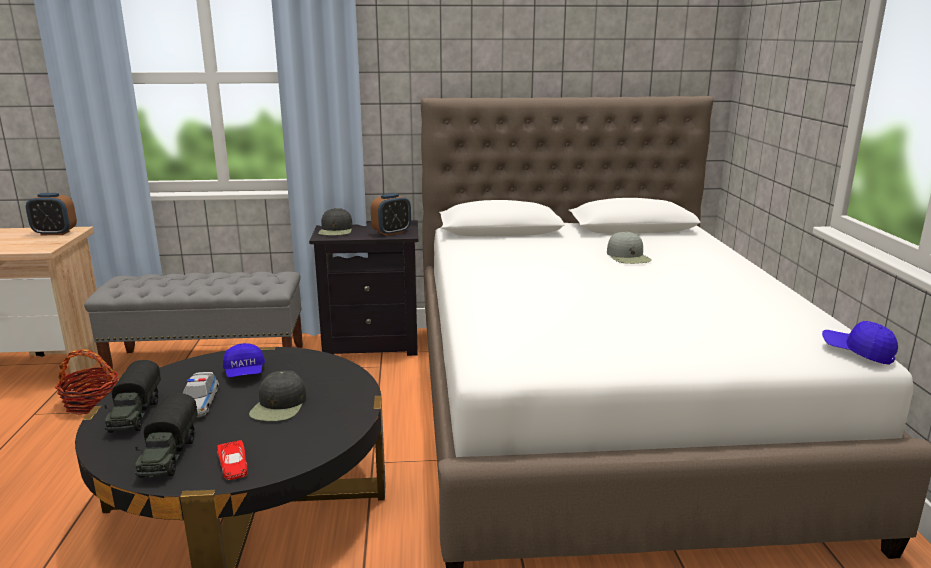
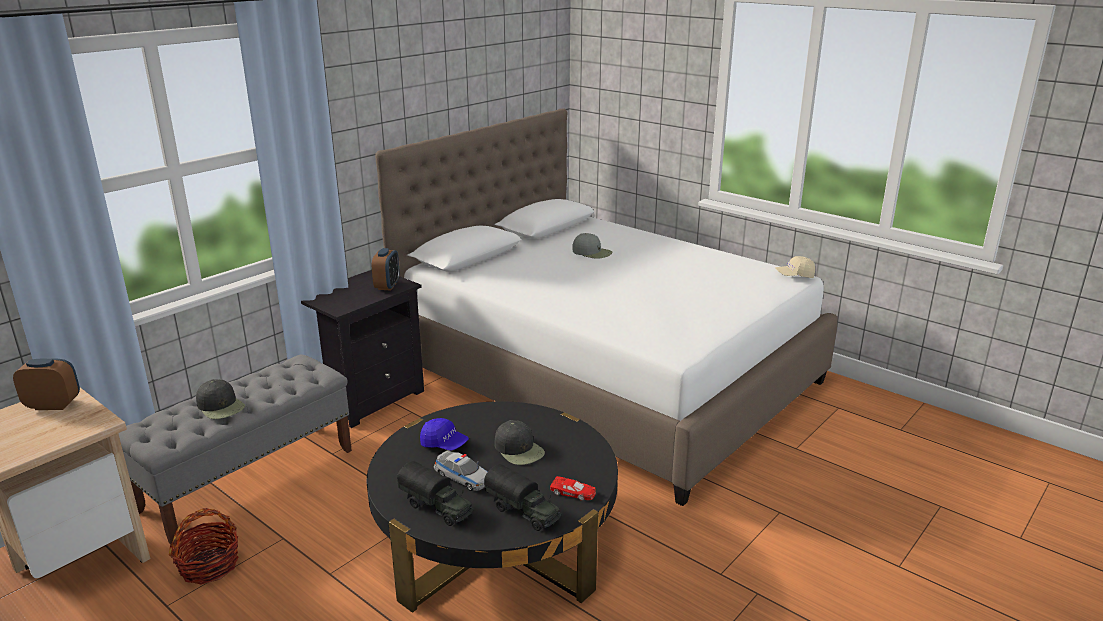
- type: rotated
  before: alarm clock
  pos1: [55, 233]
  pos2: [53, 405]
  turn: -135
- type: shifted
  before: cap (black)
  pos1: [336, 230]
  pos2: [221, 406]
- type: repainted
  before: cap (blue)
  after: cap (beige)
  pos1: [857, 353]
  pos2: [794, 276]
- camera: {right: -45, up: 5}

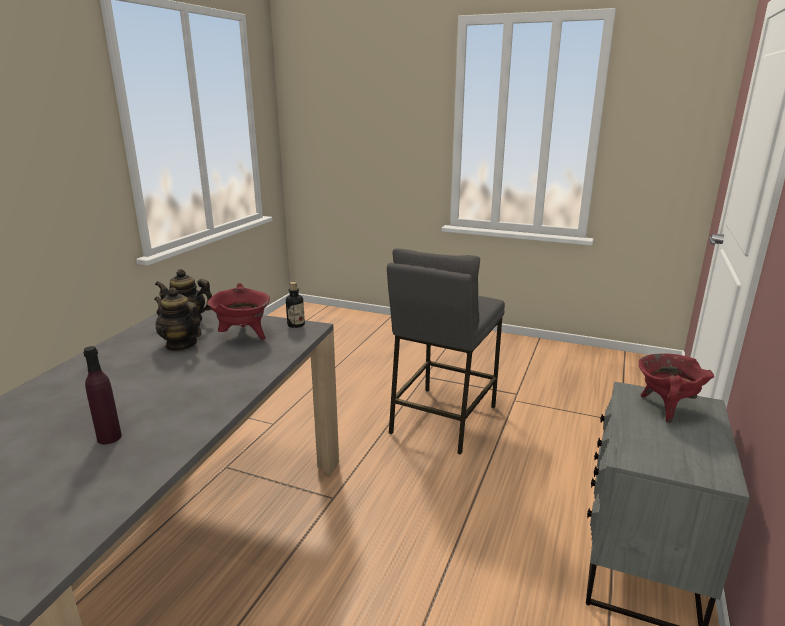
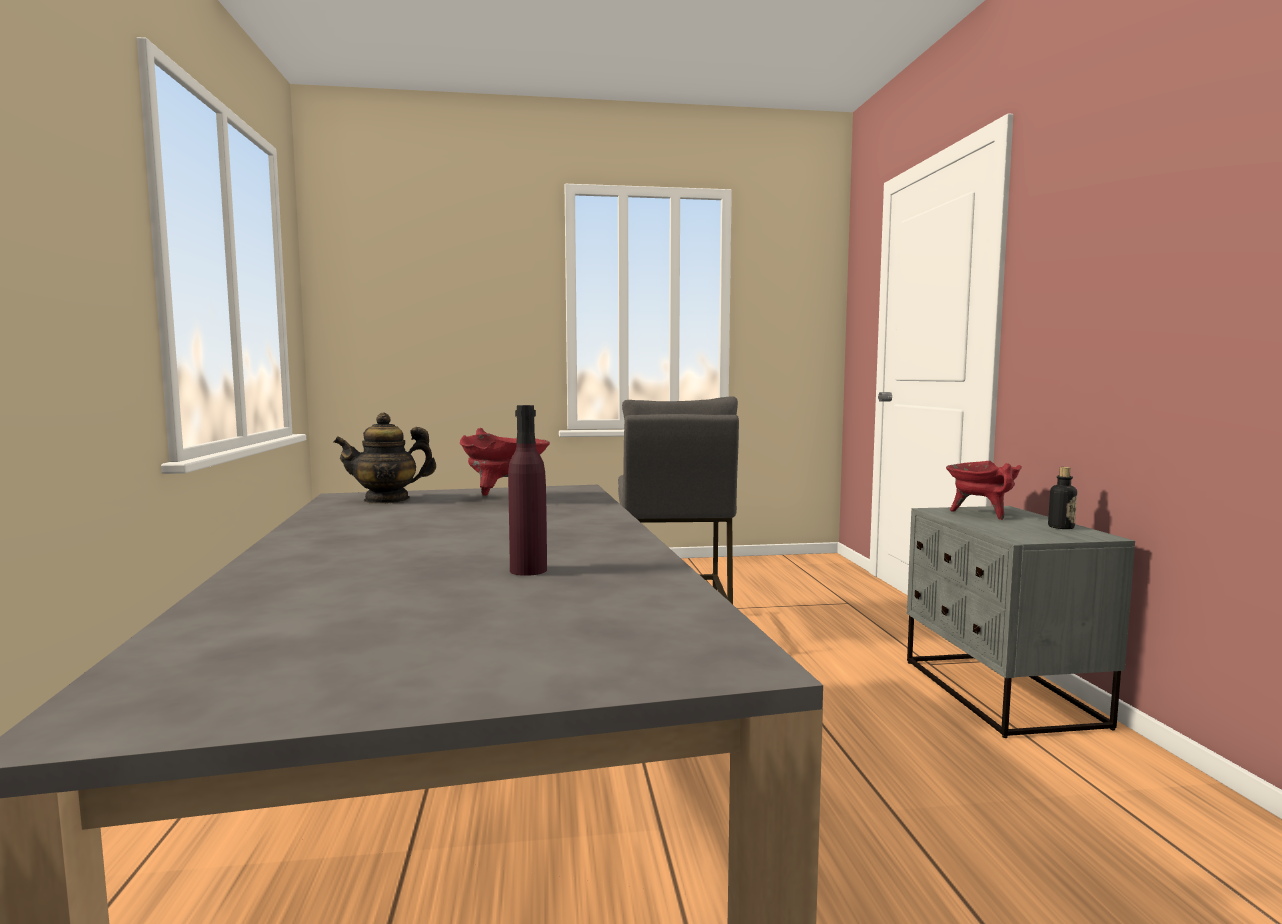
- type: gone
  before: teapot
  pos1: [181, 344]
- type: shifted
  before: bottle
  pos1: [296, 325]
  pos2: [1061, 527]
- camera: {right: -30, up: -15}

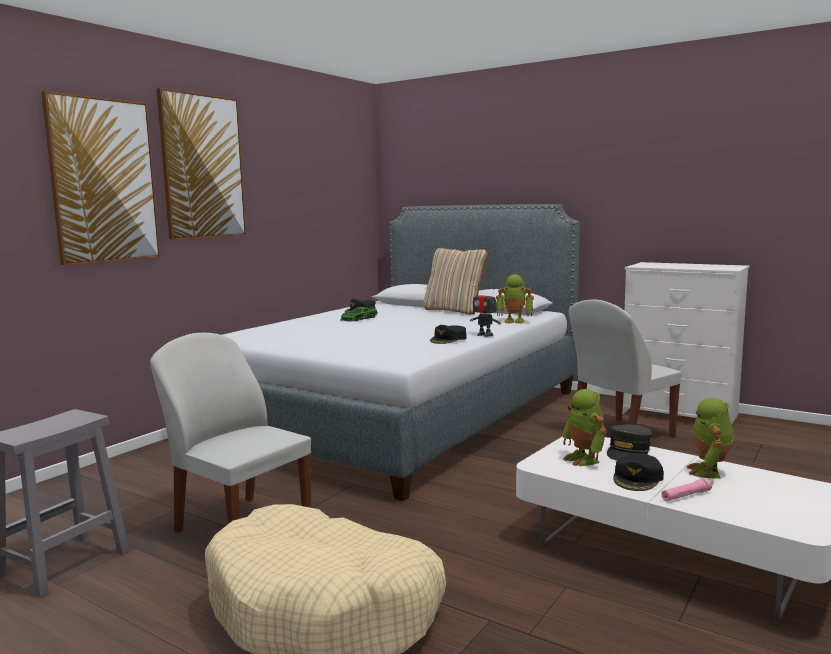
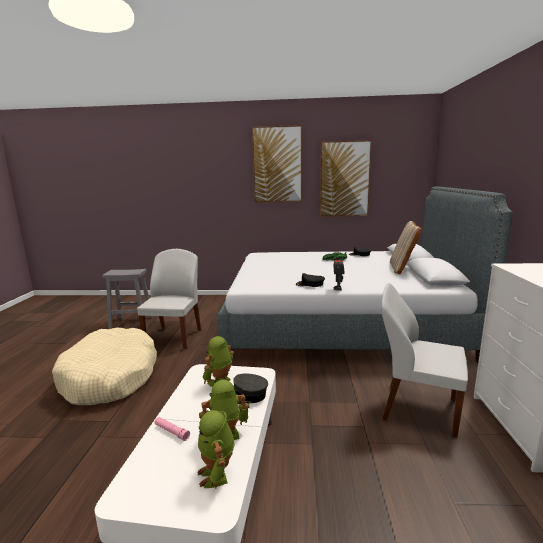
- type: shifted
  before: picture
  pos1: [103, 181]
  pos2: [344, 179]
- type: shifted
  before: toy robot
  pos1: [514, 321]
  pos2: [217, 474]
- type: gone
  before: cap (black)
  pos1: [638, 478]
- camera: {right: 60, up: 5}

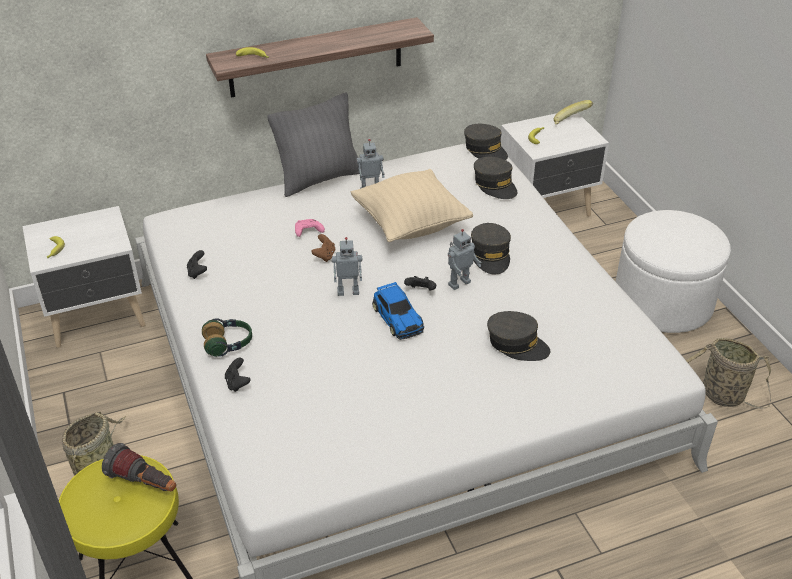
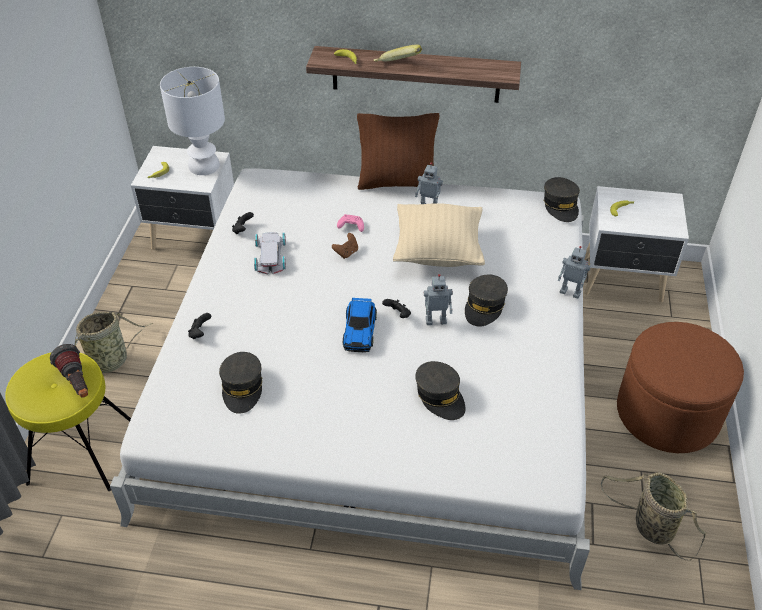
- type: gone
  before: headphones
  pos1: [228, 344]
- type: repainted
  before: pillow (grey)
  after: pillow (brown)
  pos1: [319, 179]
  pos2: [397, 183]
- type: shifted
  before: toy robot
  pos1: [348, 291]
  pos2: [570, 292]
- type: shifted
  before: cap (grey)
  pos1: [495, 185]
  pos2: [242, 388]
- type: shifted
  before: banana
  pos1: [570, 123]
  pos2: [397, 65]
- type: repainted
  before: ottoman (white)
  after: ottoman (brown)
  pos1: [662, 302]
  pos2: [667, 413]
- type: new
  after: table lamp (white)
  pos2: [204, 166]
- type: new
  after: toy car (white)
  pos2: [271, 255]
- camera: {right: 30, up: 5}

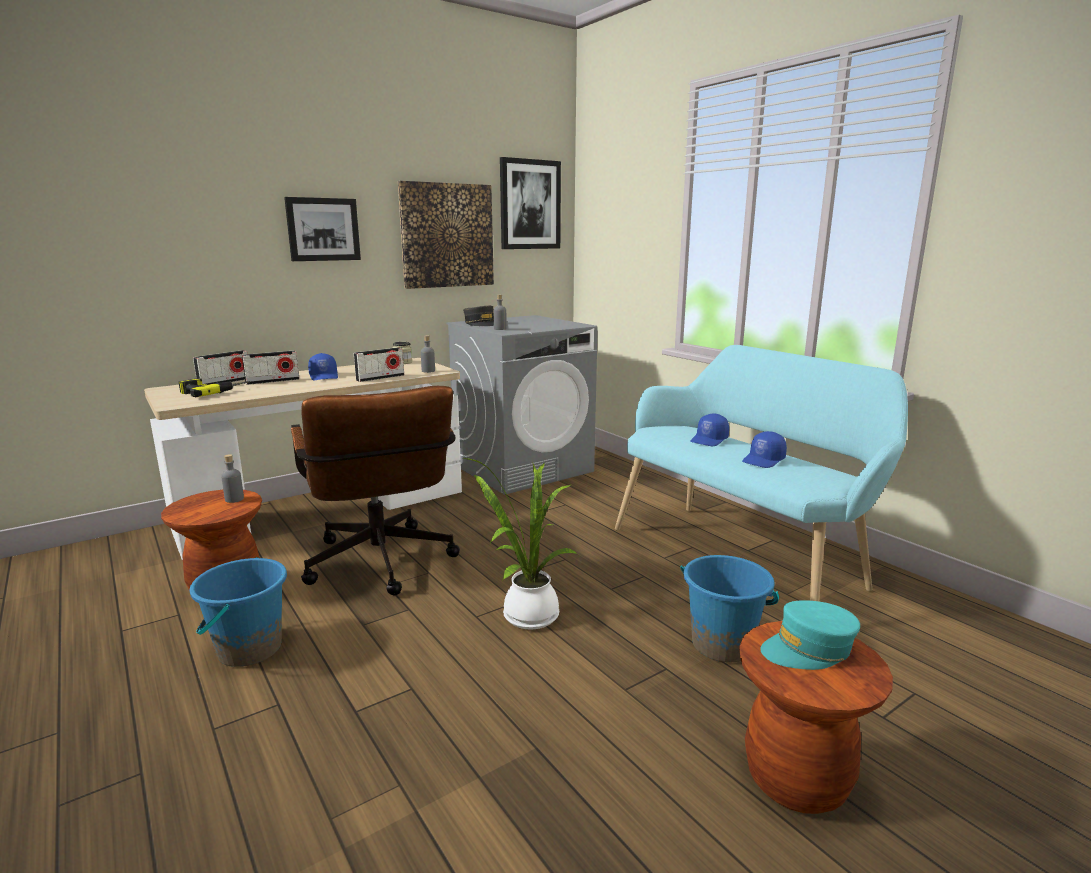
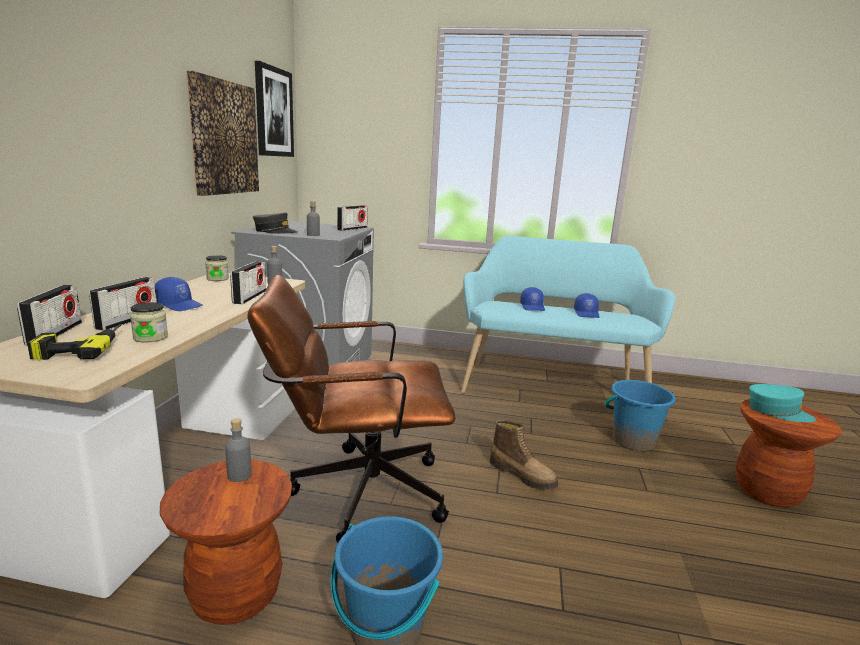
- type: gone
  before: picture
  pos1: [323, 229]
- type: rotated
  before: office chair (brown)
  pos1: [382, 567]
  pos2: [355, 491]
  turn: 150
- type: swapped
  before: potted plant
  after: boot
  pos1: [526, 615]
  pos2: [523, 475]
- type: rotated
  before: cap (turquoise)
  pos1: [808, 649]
  pos2: [777, 411]
  turn: -90
- type: new
  after: jar
  pos2: [150, 337]
- type: new
  after: radio
  pos2: [352, 229]
- camera: {right: -45, up: 0}

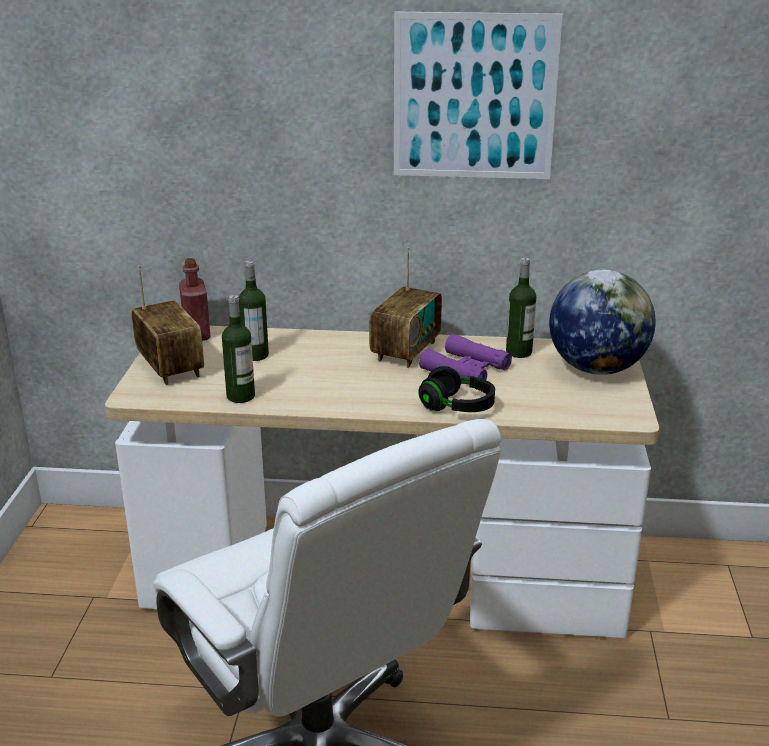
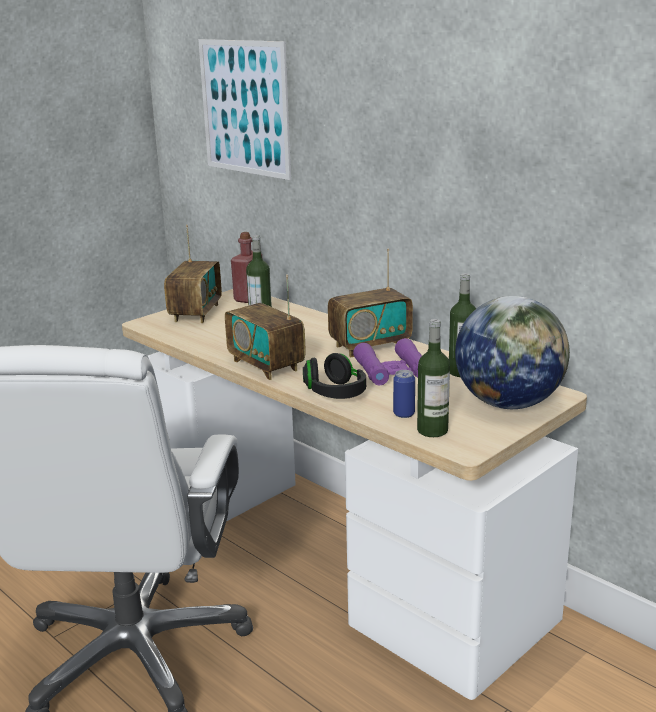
- type: shifted
  before: bottle
  pos1: [240, 396]
  pos2: [432, 430]
- type: shifted
  before: picture
  pos1: [474, 97]
  pos2: [244, 108]
- type: new
  after: radio
  pos2: [266, 365]
- type: new
  after: can
  pos2: [404, 414]
- camera: {right: 40, up: -5}

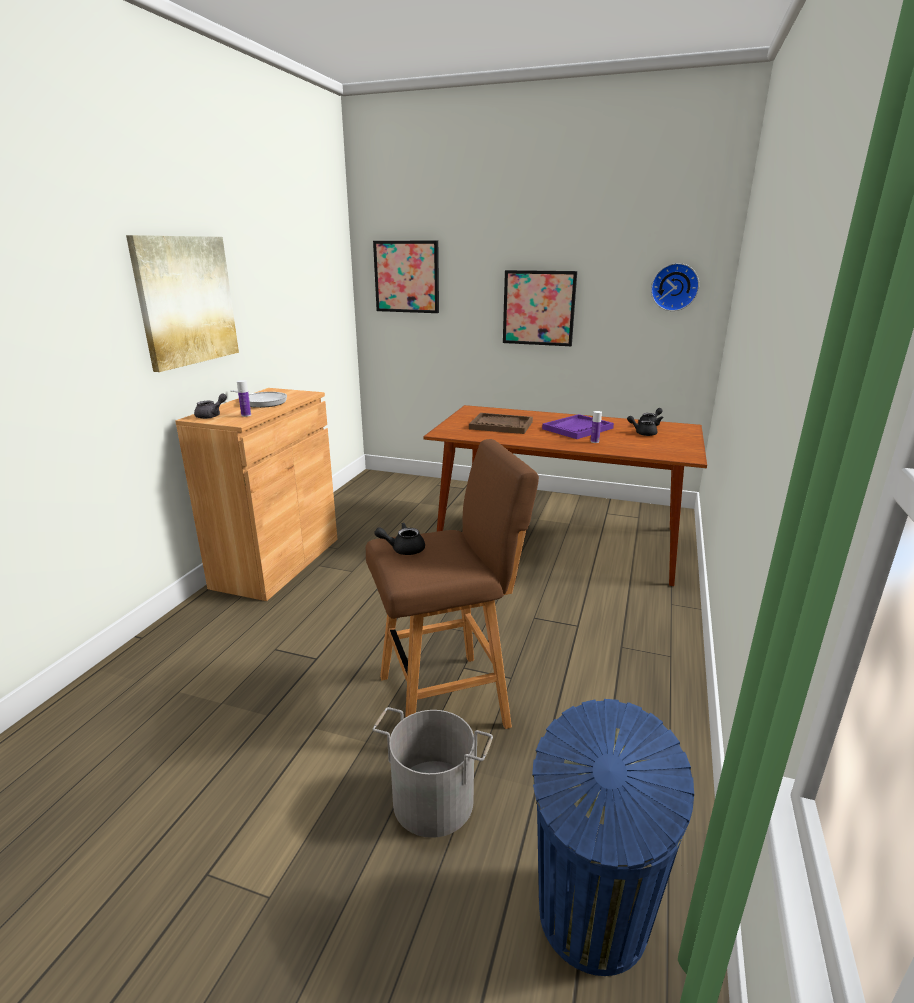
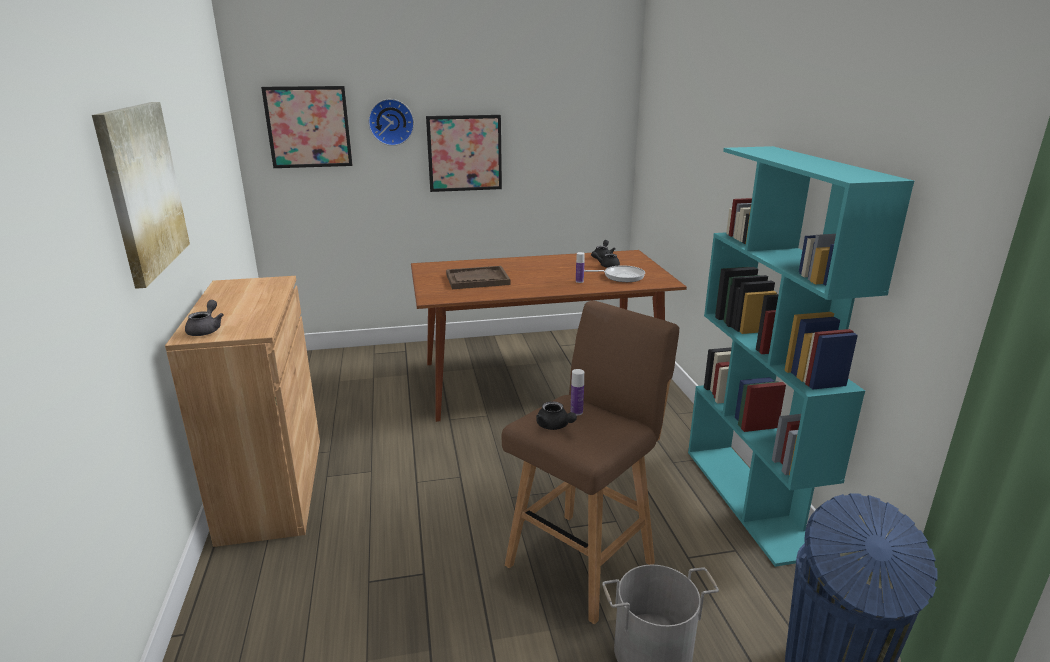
- type: shifted
  before: frying pan
  pos1: [262, 402]
  pos2: [621, 276]
- type: shifted
  before: bottle
  pos1: [246, 415]
  pos2: [576, 412]
- type: rotated
  before: teapot (black)
  pos1: [403, 549]
  pos2: [555, 426]
  turn: -90
- type: gone
  before: tray (purple)
  pos1: [577, 428]
- type: shifted
  before: wall clock
  pos1: [674, 287]
  pos2: [391, 122]
- type: new
  after: bookcase (turquoise)
  pos2: [750, 500]
- camera: {right: -30, up: 0}

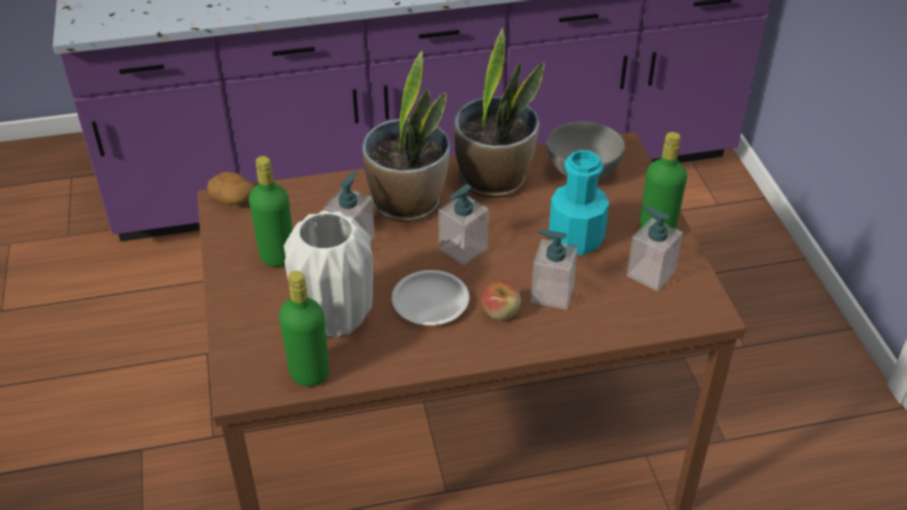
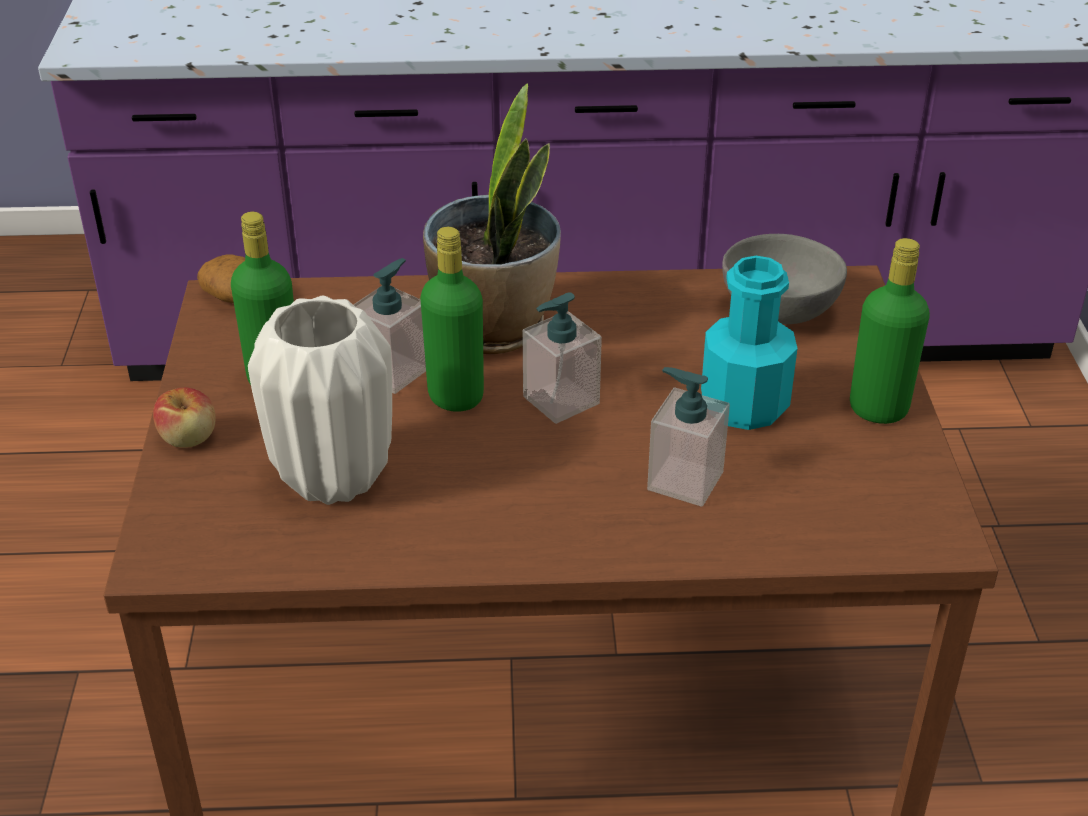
- type: shifted
  before: bottle (green)
  pos1: [309, 373]
  pos2: [456, 397]
- type: gone
  before: plate (white)
  pos1: [431, 302]
- type: gone
  before: potted plant
  pos1: [494, 179]
- type: shifted
  before: apple
  pos1: [501, 312]
  pos2: [189, 438]
- type: gone
  before: soap dispenser
  pos1: [650, 273]
- camera: {right: 10, up: -5}

